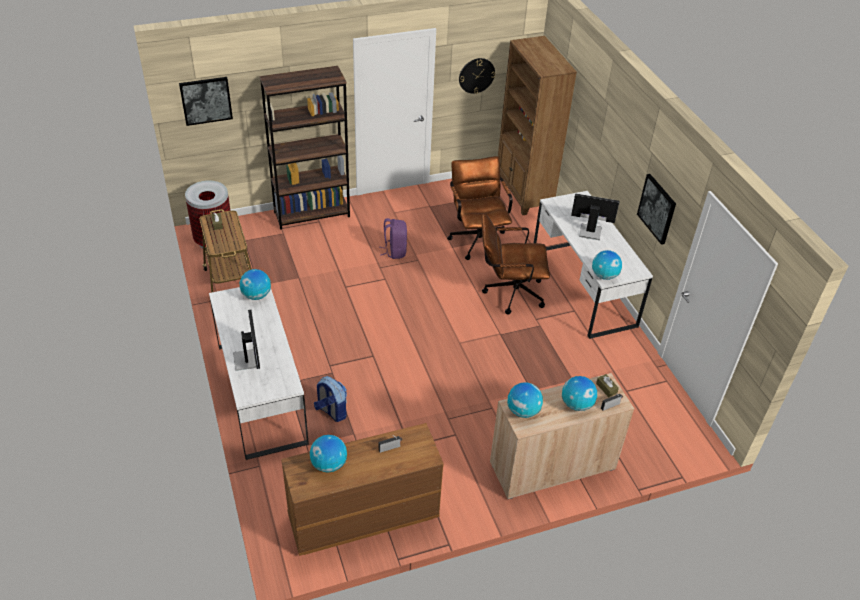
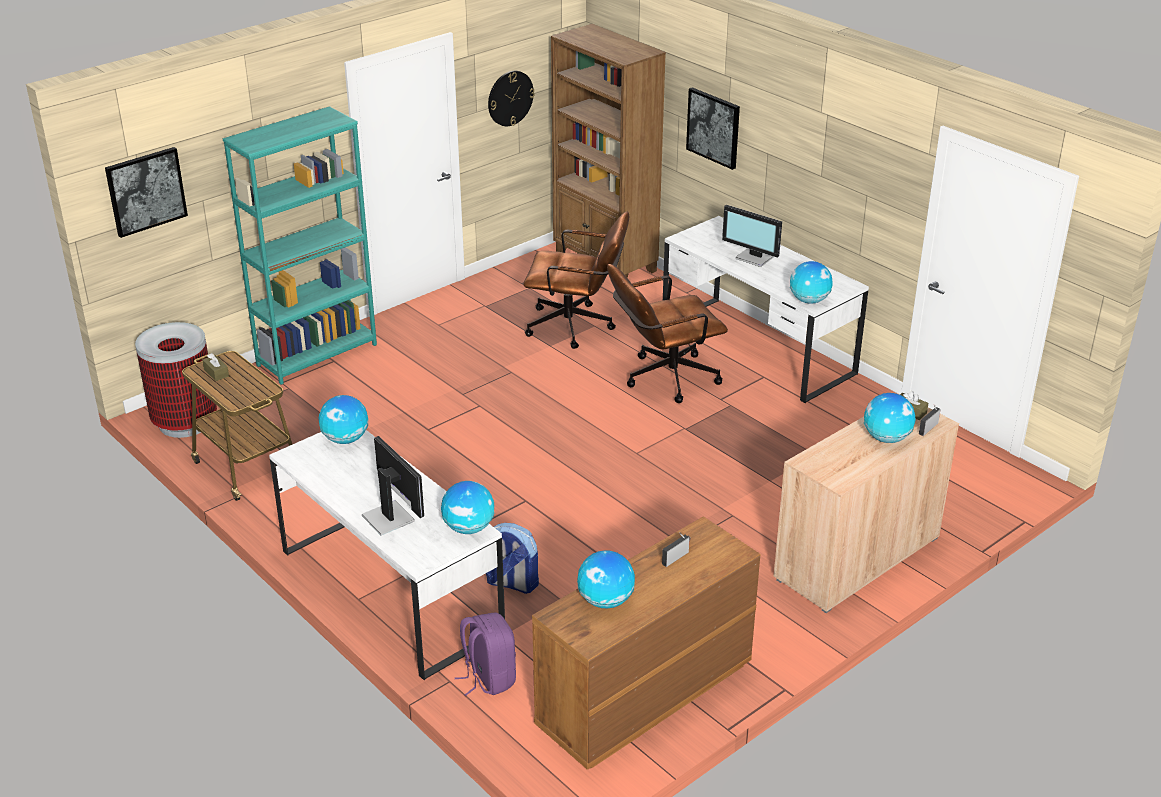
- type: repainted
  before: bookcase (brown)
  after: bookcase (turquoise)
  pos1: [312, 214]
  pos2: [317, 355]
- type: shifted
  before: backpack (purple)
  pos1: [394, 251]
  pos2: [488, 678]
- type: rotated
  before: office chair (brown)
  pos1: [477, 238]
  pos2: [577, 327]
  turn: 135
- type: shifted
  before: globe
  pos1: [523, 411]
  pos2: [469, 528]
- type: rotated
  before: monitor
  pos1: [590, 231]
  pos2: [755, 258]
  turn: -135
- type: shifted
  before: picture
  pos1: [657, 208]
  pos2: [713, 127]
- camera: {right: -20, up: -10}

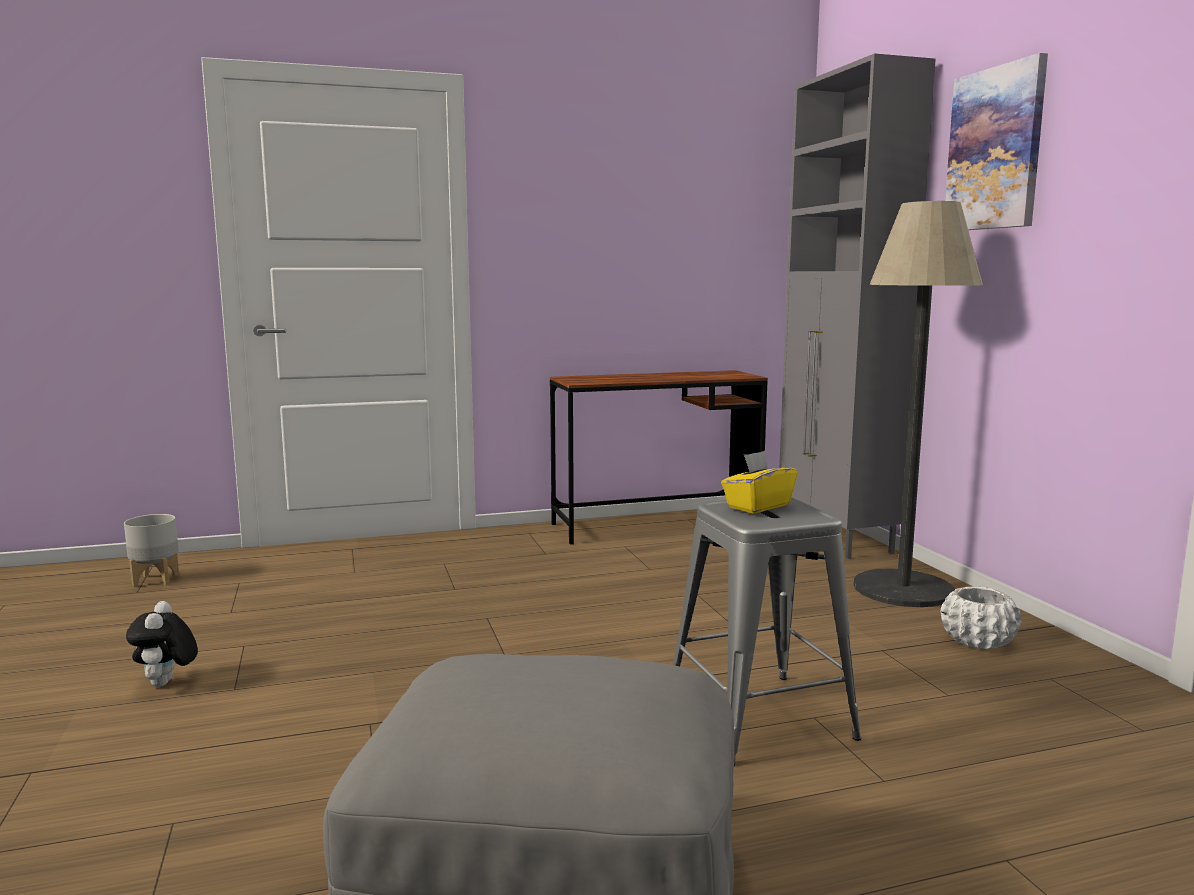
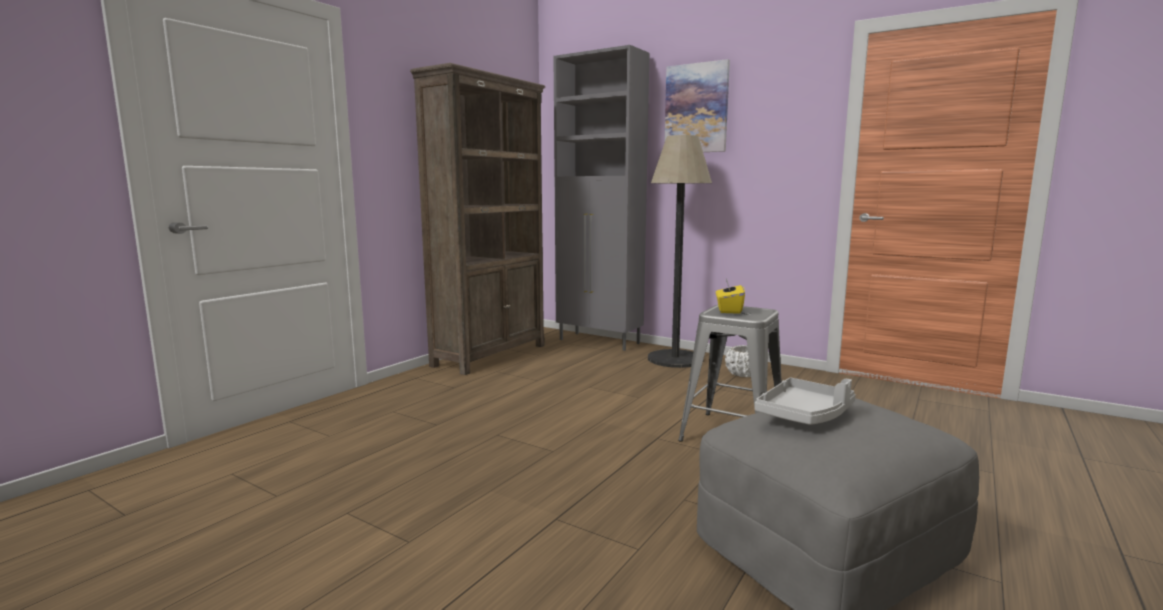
- type: gone
  before: planter (grey)
  pos1: [156, 580]
- type: gone
  before: plush toy
  pos1: [166, 684]
- type: swapped
  before: desk (brown)
  after: bookcase (brown)
  pos1: [656, 525]
  pos2: [491, 355]
- type: new
  after: tray (grey)
  pos2: [805, 414]
- camera: {right: -40, up: 0}

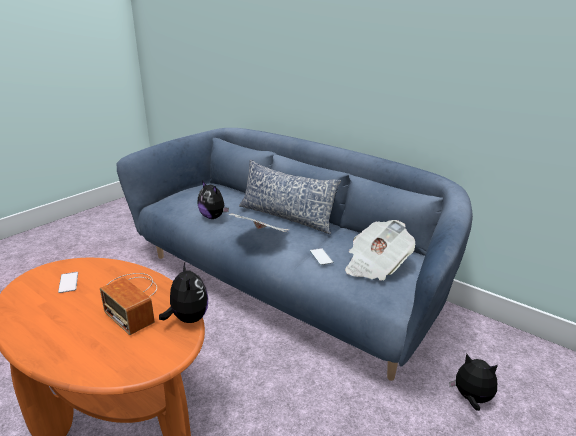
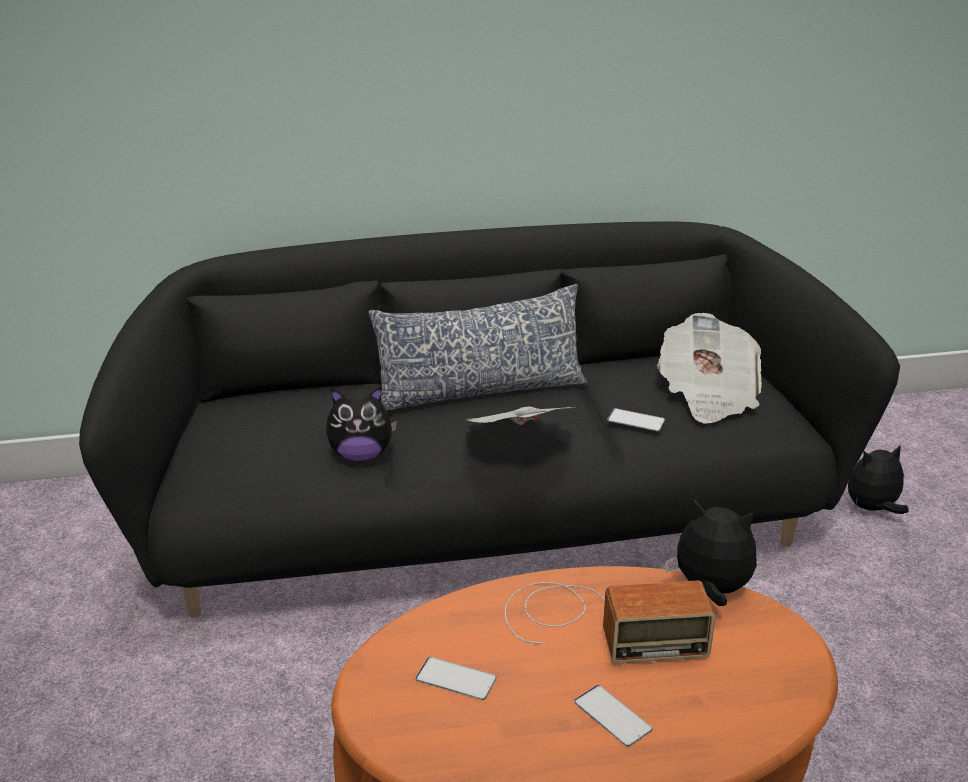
- type: repainted
  before: sofa (blue)
  after: sofa (black)
  pos1: [287, 285]
  pos2: [484, 519]
- type: new
  after: phone
  pos2: [612, 716]
- camera: {right: -50, up: 5}

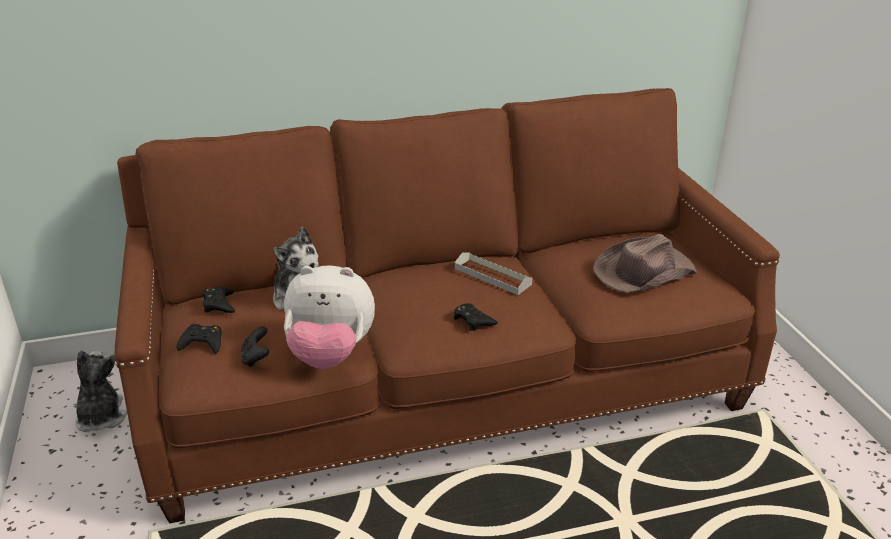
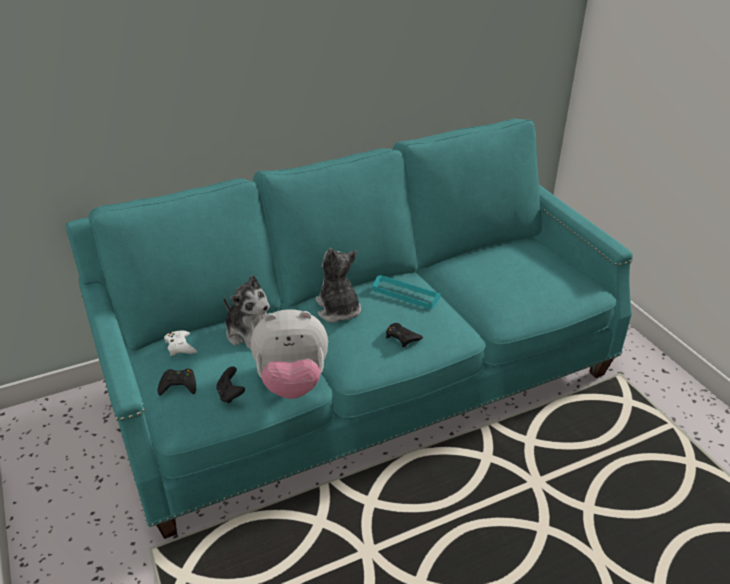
- type: shifted
  before: plush toy
  pos1: [101, 417]
  pos2: [338, 310]
- type: repainted
  before: sofa (brown)
  after: sofa (turquoise)
  pos1: [446, 382]
  pos2: [365, 381]
- type: repainted
  before: game controller (black)
  after: game controller (white)
  pos1: [219, 304]
  pos2: [180, 346]
- type: repainted
  before: tray (grey)
  after: tray (turquoise)
  pos1: [492, 276]
  pos2: [406, 294]
- type: gone
  before: hat (brown)
  pos1: [643, 272]
- camera: {right: -10, up: 5}

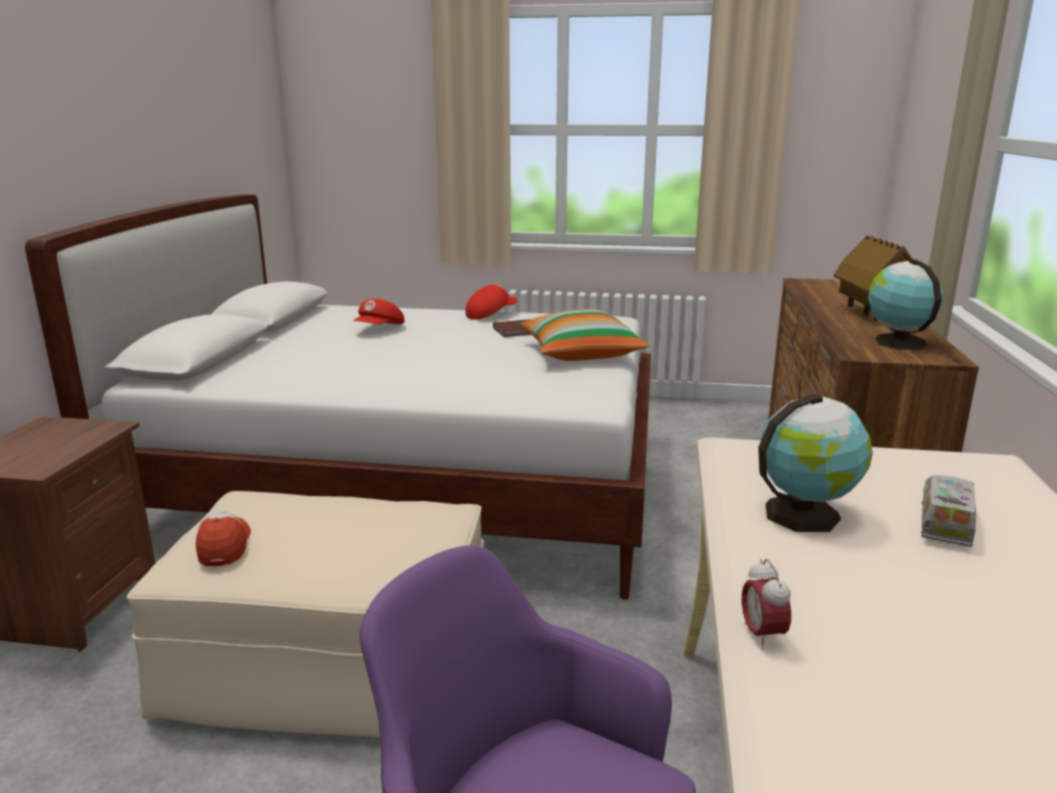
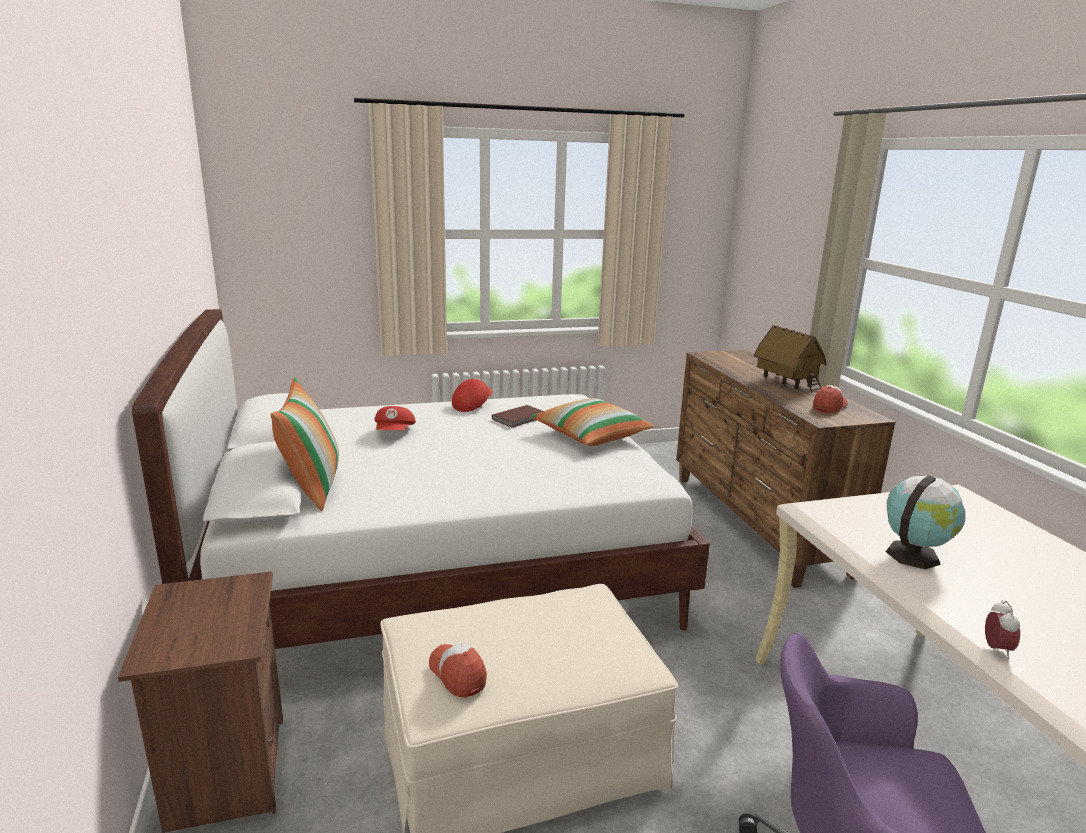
- type: rotated
  before: alarm clock
  pos1: [762, 635]
  pos2: [996, 649]
  turn: -135
- type: swapped
  before: globe
  after: cap
  pos1: [897, 342]
  pos2: [829, 406]
- type: gone
  before: toy truck
  pos1: [945, 523]
- type: new
  after: pillow
  pos2: [312, 487]
- camera: {right: -25, up: 0}

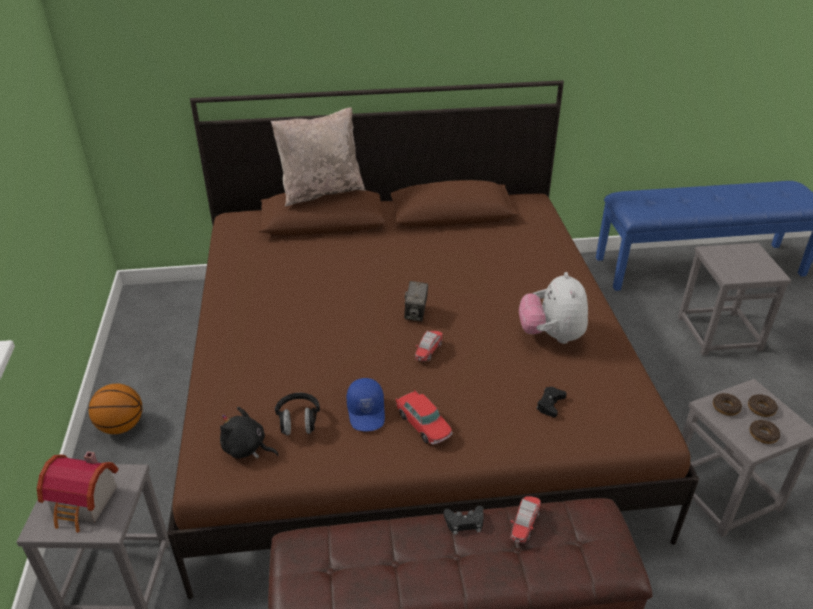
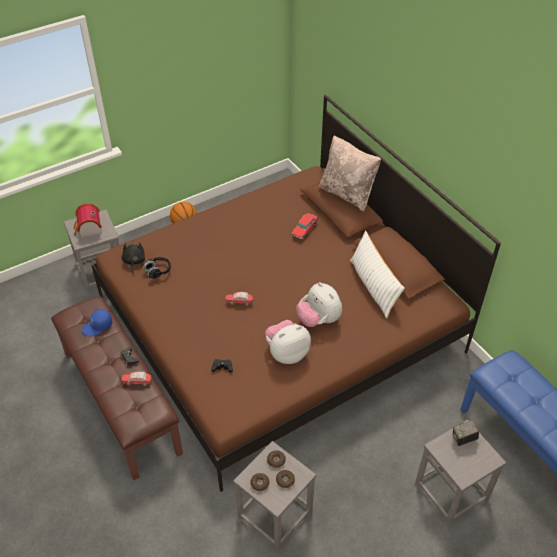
- type: shifted
  before: cap (blue)
  pos1: [367, 412]
  pos2: [97, 326]
- type: shifted
  before: toy car
  pos1: [423, 424]
  pos2: [304, 229]
- type: shifted
  before: photo camera
  pos1: [416, 313]
  pos2: [463, 439]
- type: new
  after: plush toy
  pos2: [318, 320]
- type: new
  after: pillow (white)
  pos2: [373, 286]
- camera: {right: 65, up: 10}

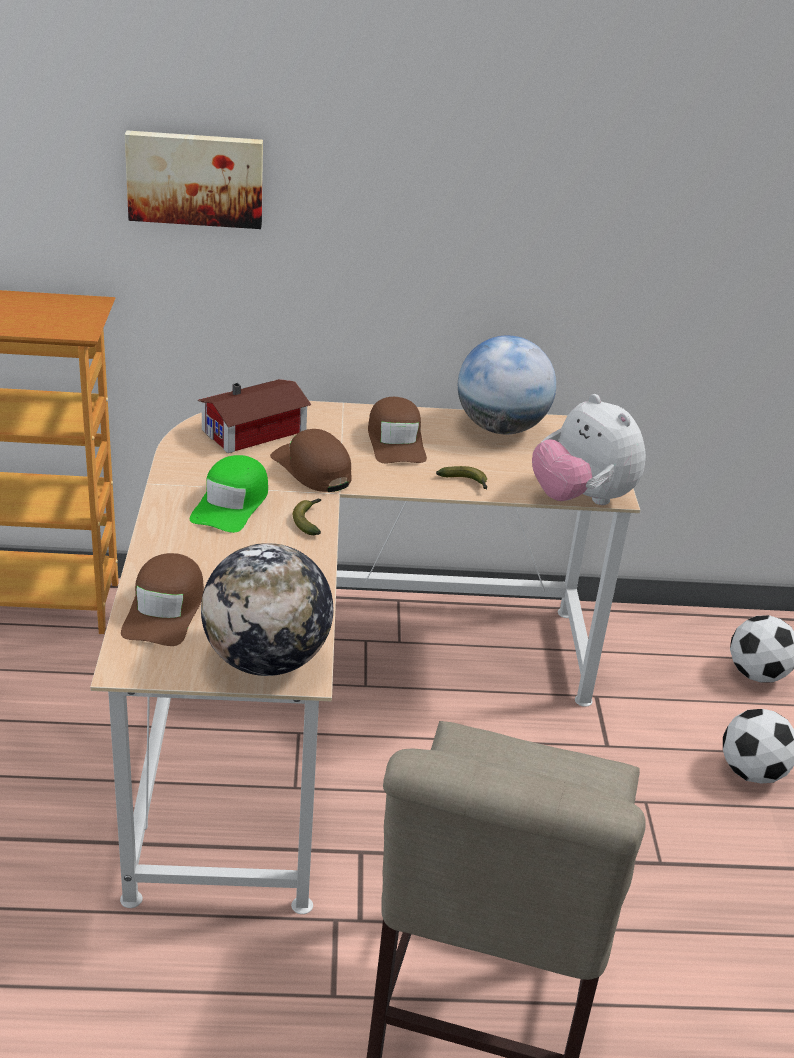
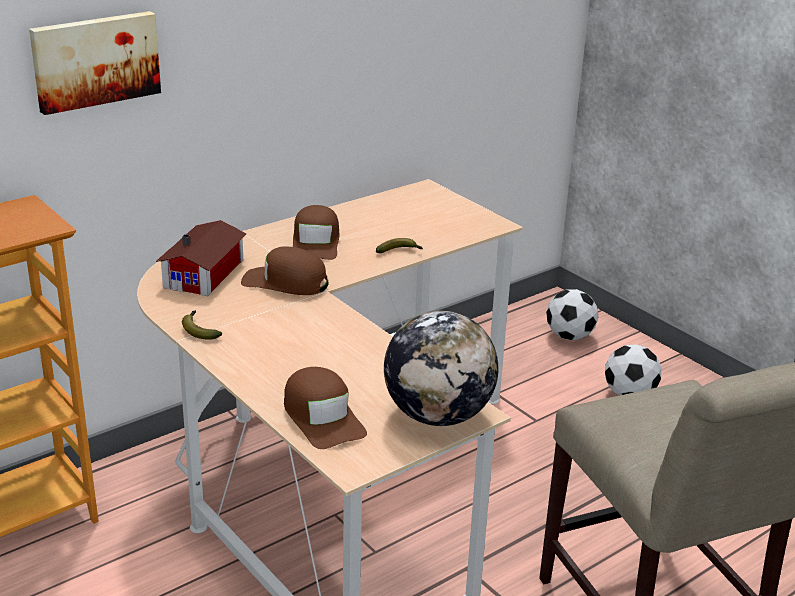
- type: gone
  before: cap (green)
  pos1: [231, 504]
- type: shifted
  before: banana
  pos1: [309, 520]
  pos2: [199, 330]
- type: rotated
  before: cap (brown)
  pos1: [396, 441]
  pos2: [316, 243]
  turn: 45
- type: gone
  before: globe
  pos1: [501, 428]
- type: gone
  before: plush toy
  pos1: [581, 499]
- camera: {right: -35, up: -5}

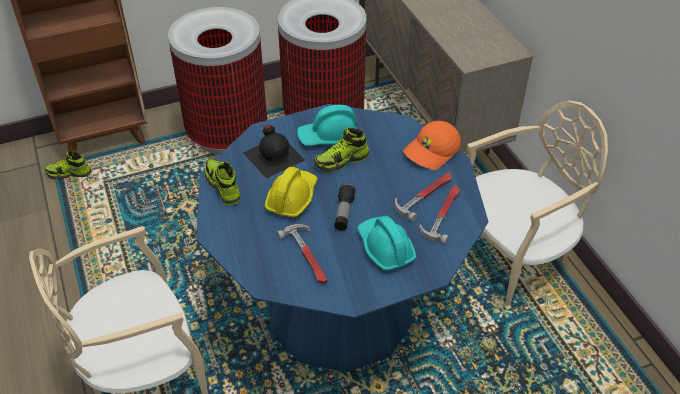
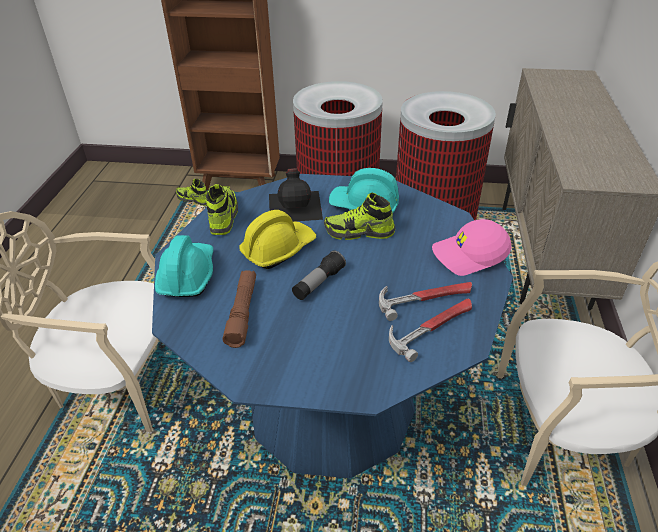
- type: swapped
  before: hammer
  after: flashlight (brown)
  pos1: [308, 256]
  pos2: [242, 312]
- type: shifted
  before: hard hat (turquoise)
  pos1: [385, 248]
  pos2: [187, 276]
- type: repainted
  before: cap (orange)
  after: cap (pink)
  pos1: [432, 152]
  pos2: [469, 256]
- camera: {right: 30, up: -5}

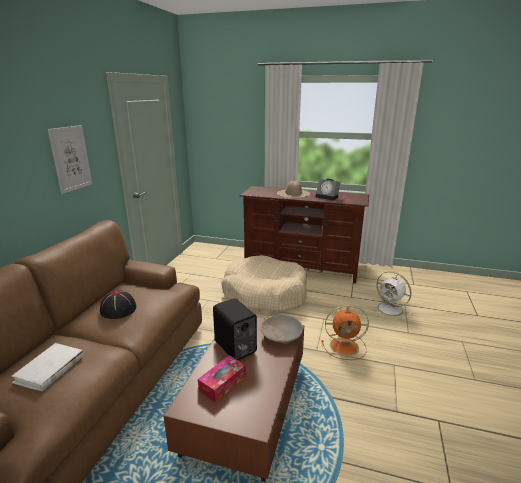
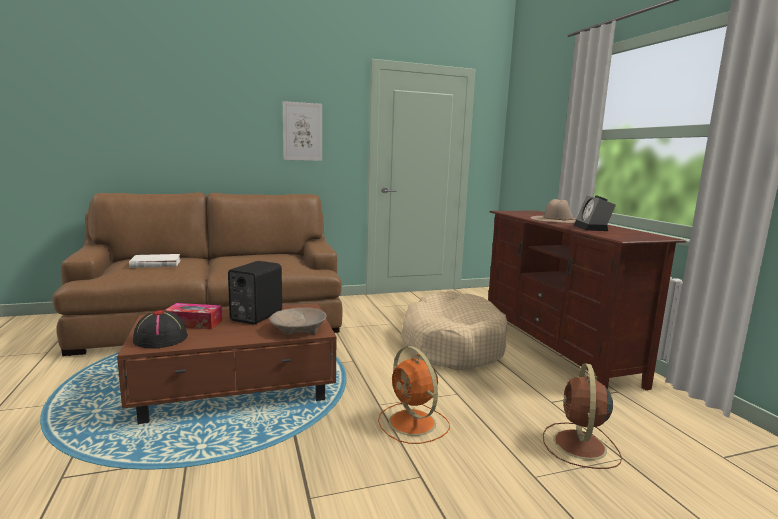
- type: shifted
  before: hat (black)
  pos1: [118, 309]
  pos2: [161, 338]
- type: repainted
  before: fan (white)
  after: fan (brown)
  pos1: [391, 309]
  pos2: [580, 446]
- camera: {right: 55, up: -10}

